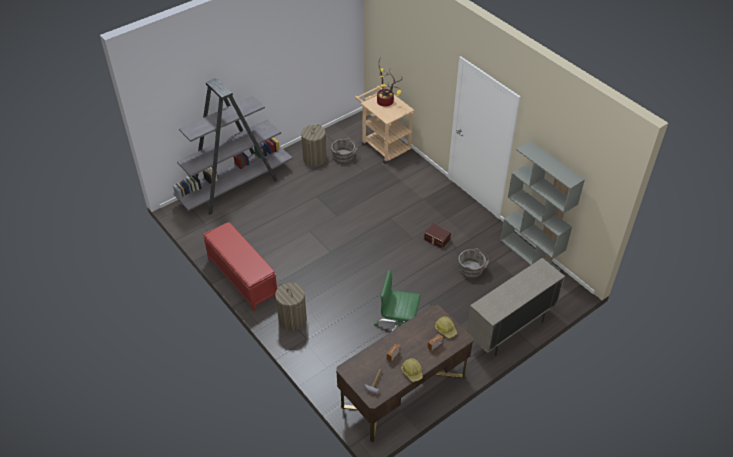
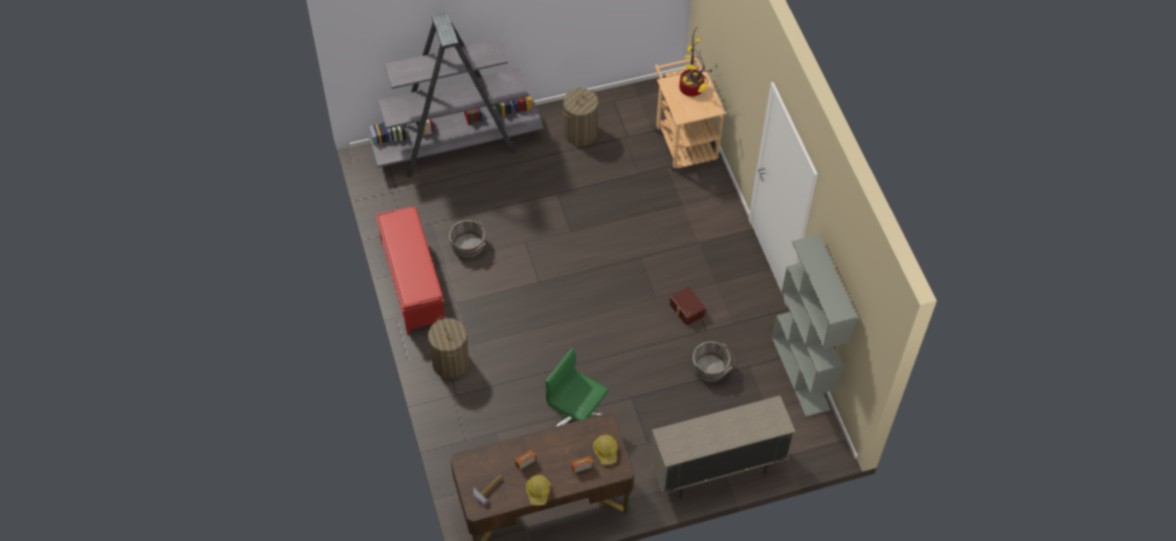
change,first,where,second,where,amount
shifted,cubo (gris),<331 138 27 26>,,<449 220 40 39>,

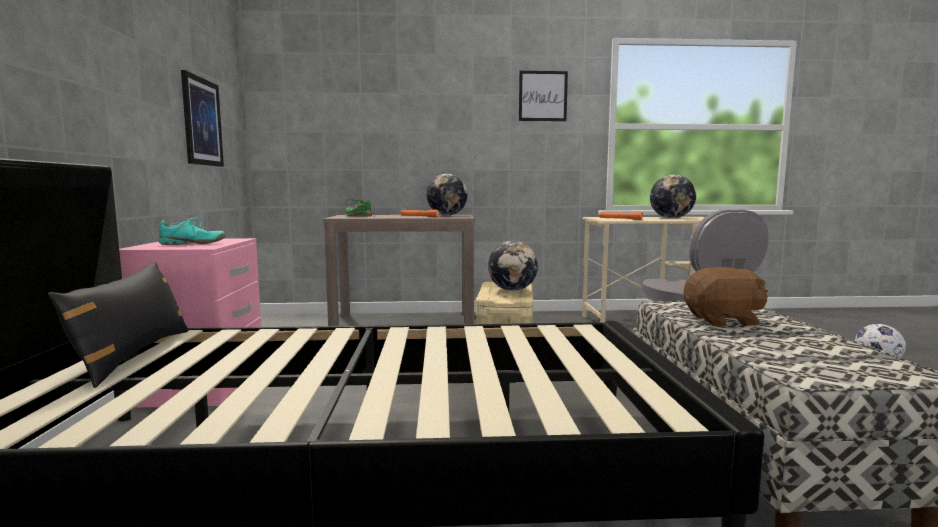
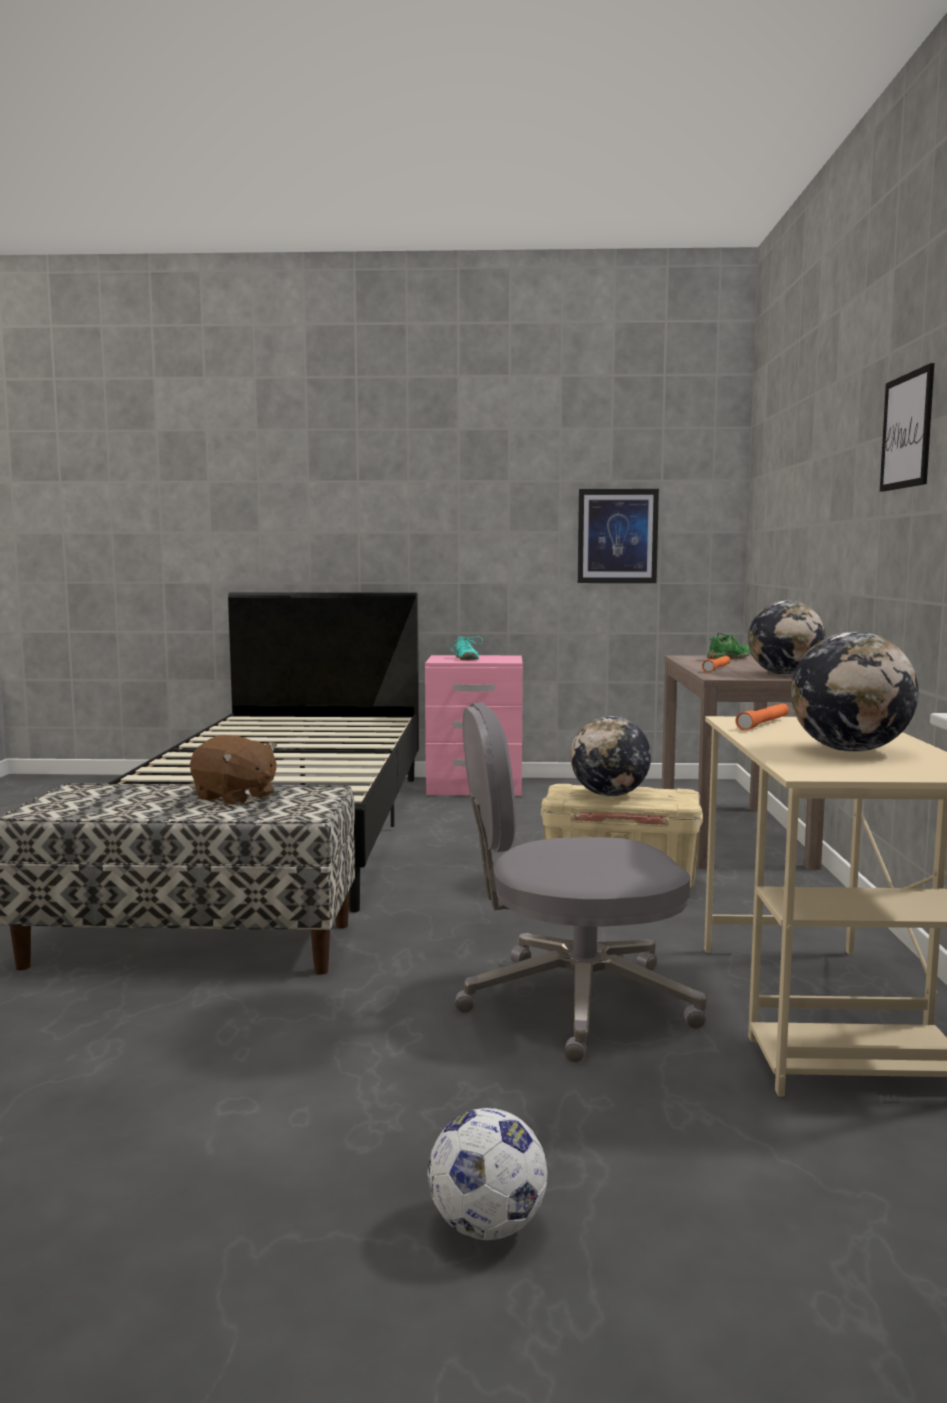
change,first,where,second,where,amount
rotated,peluche (marrón),<683 267 85 59>,,<190 735 87 70>,60 degrees counterclockwise
gone,cojín (negro),<48 262 141 126>,,,

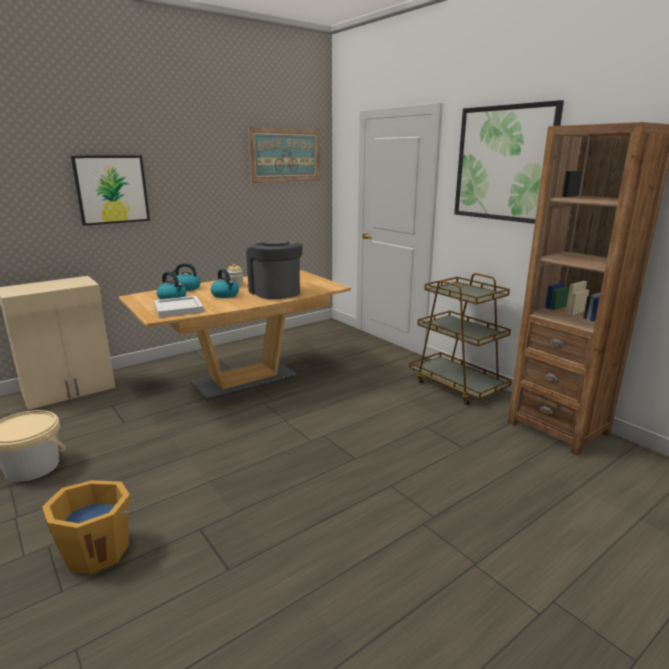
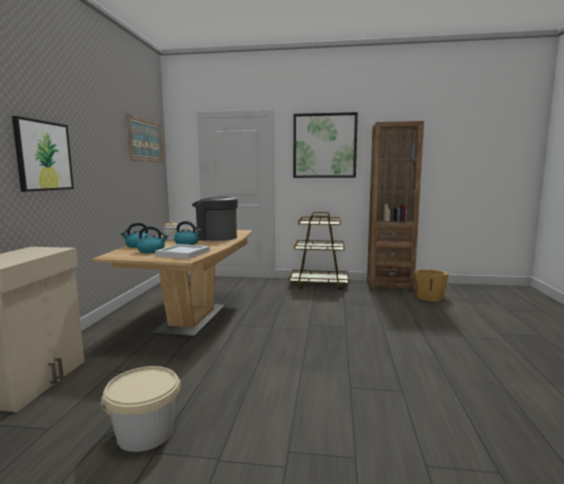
change,first,where,second,where,amount
shifted,cubo (naranja),<42 480 94 94>,,<414 269 34 33>,

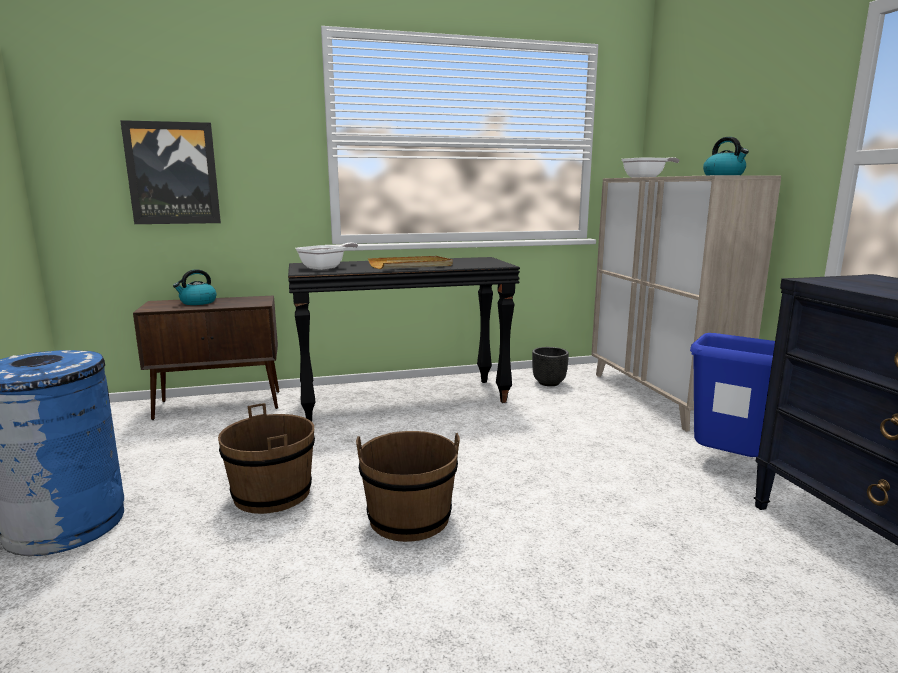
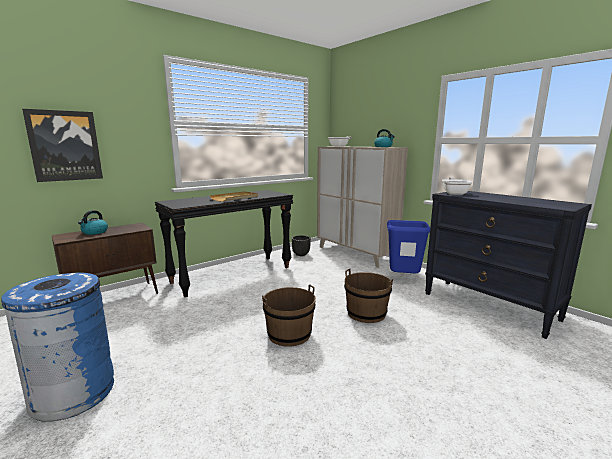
change,first,where,second,where,amount
shifted,cubo (marrón),<218 403 97 111>,,<344 268 49 55>,
shifted,sartén,<295 243 63 27>,,<442 177 30 18>,

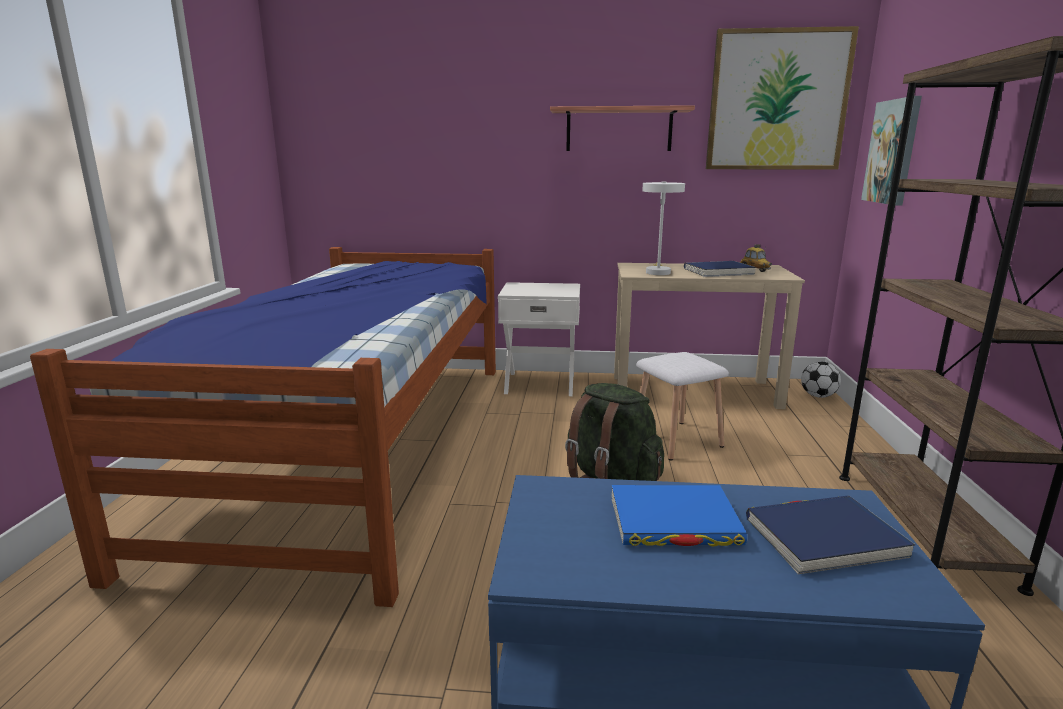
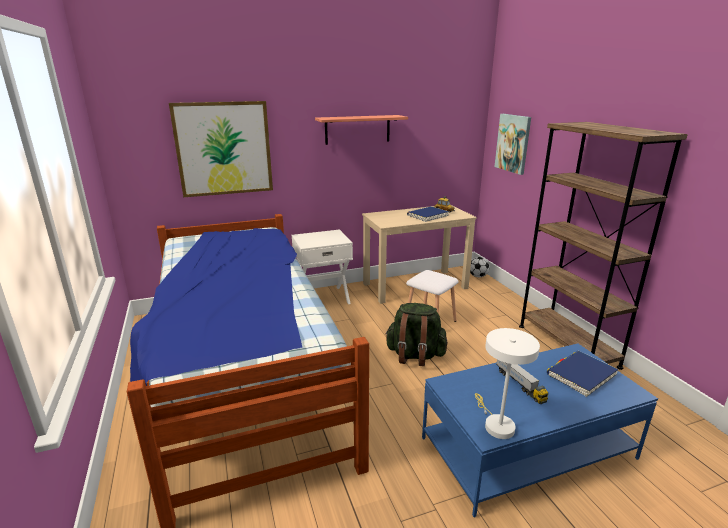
change,first,where,second,where,amount
shifted,cuadro,<706 26 153 144>,,<169 101 104 96>,
shifted,lámpara de mesa (blanco),<642 181 43 94>,,<475 328 65 111>,
swapped,libro (azul),<612 485 135 61>,camión de juguete,<496 360 53 44>,

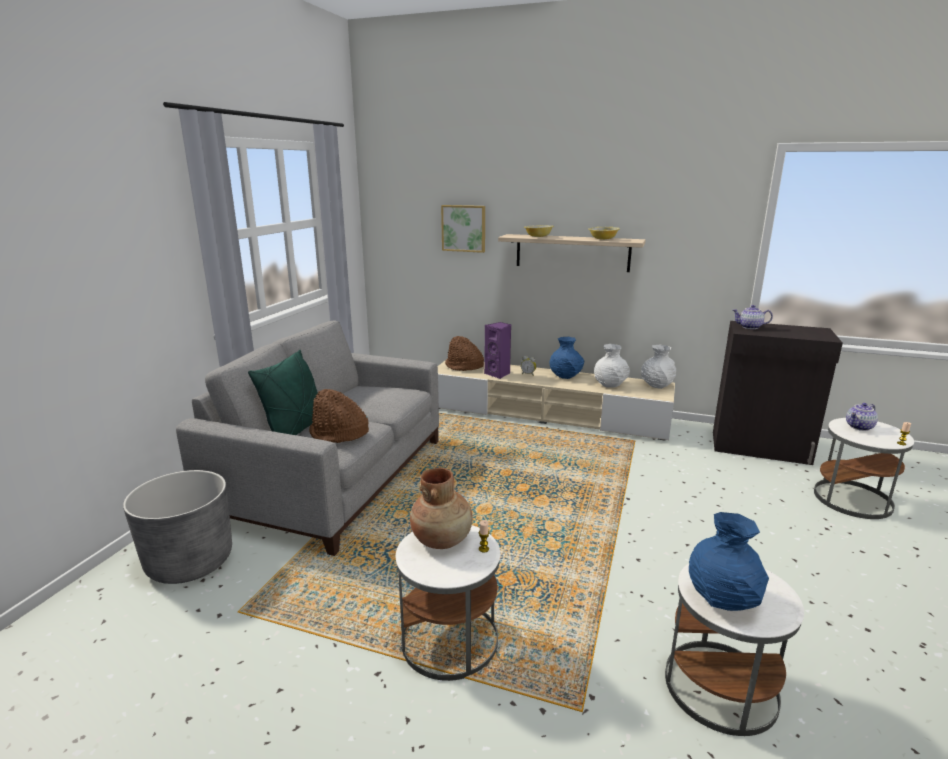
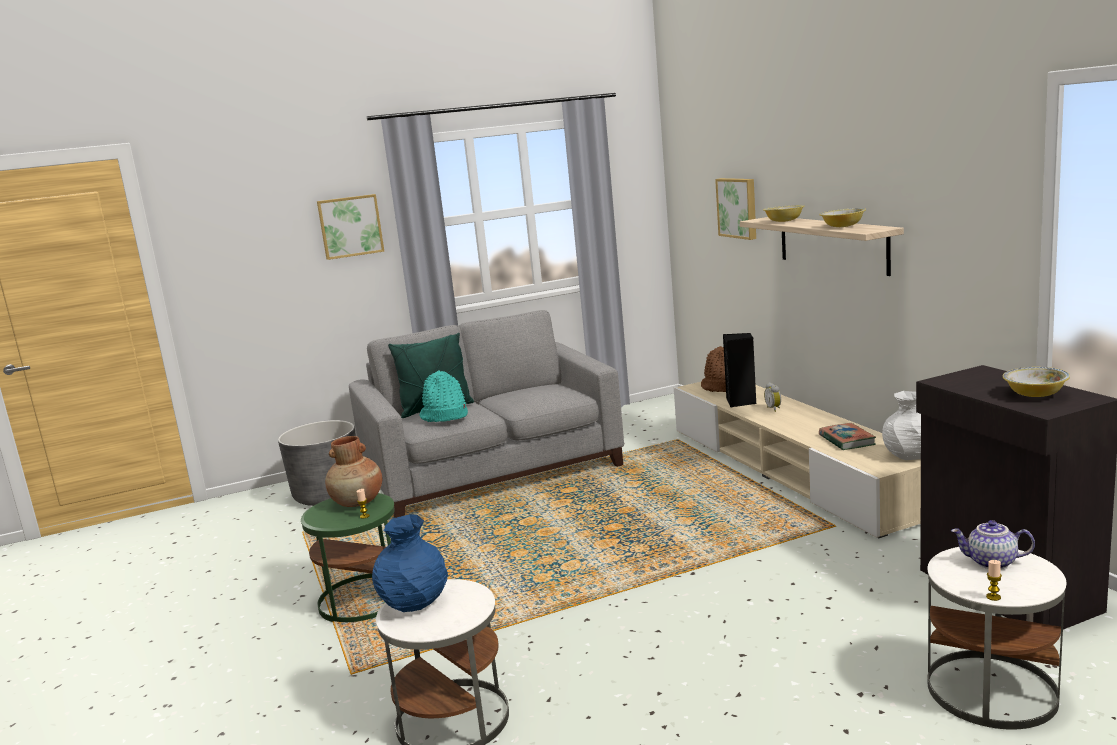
change,first,where,second,where,amount
repainted,mesa auxiliar (blanco),<396 525 104 156>,mesa auxiliar (verde),<301 493 94 129>,
new,,,cuadro,<317 194 67 66>,
repainted,sombrero (marrón),<309 389 60 54>,sombrero (turquesa),<420 370 48 52>,
repainted,altavoz (morado),<484 322 27 57>,altavoz (negro),<723 333 34 74>,
swapped,florero (blanco),<594 344 36 44>,libro,<819 423 57 27>,
new,,,cuenco,<1003 367 67 30>,
gone,florero (azul),<550 337 34 42>,,,
gone,tetera,<733 305 40 24>,,,

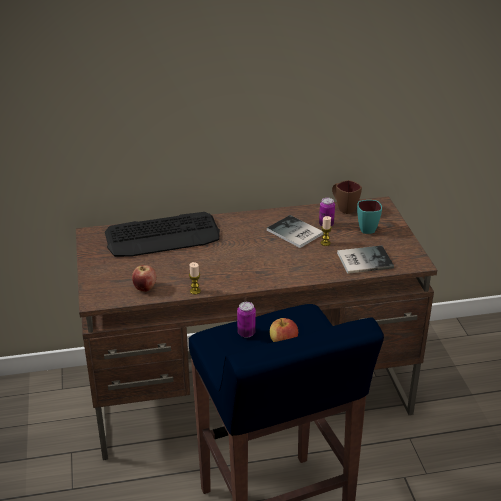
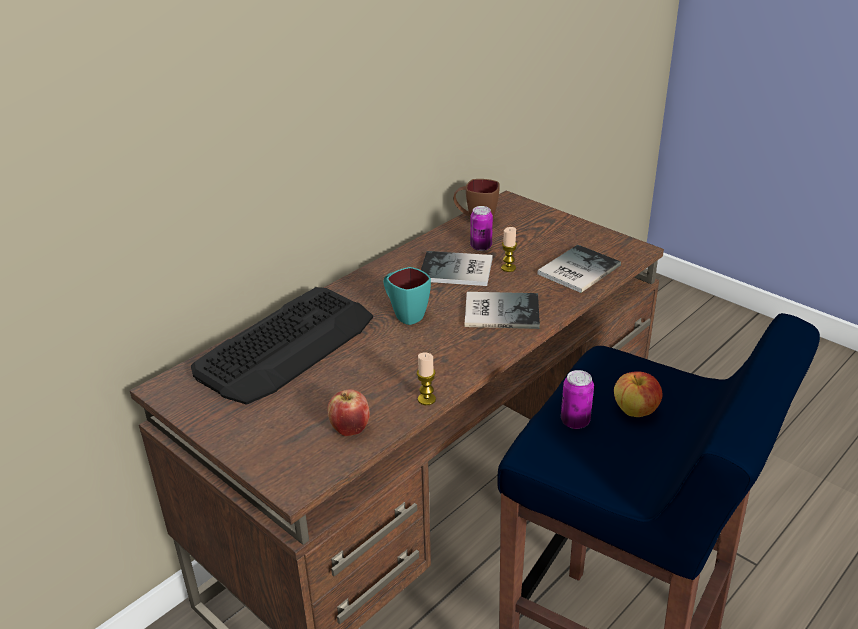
change,first,where,second,where,amount
shifted,taza grande (turquesa),<357 200 25 34>,,<384 267 47 58>,
new,,,libro,<465 292 75 37>,

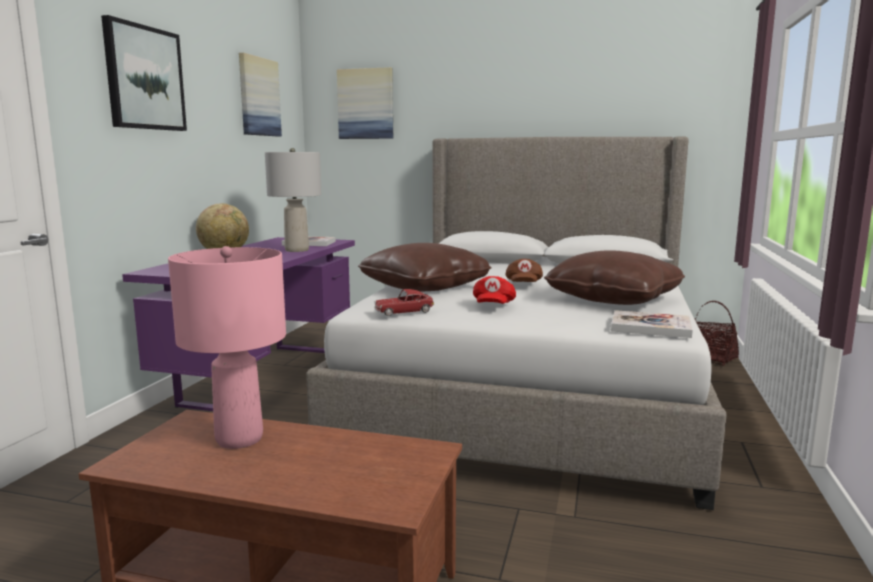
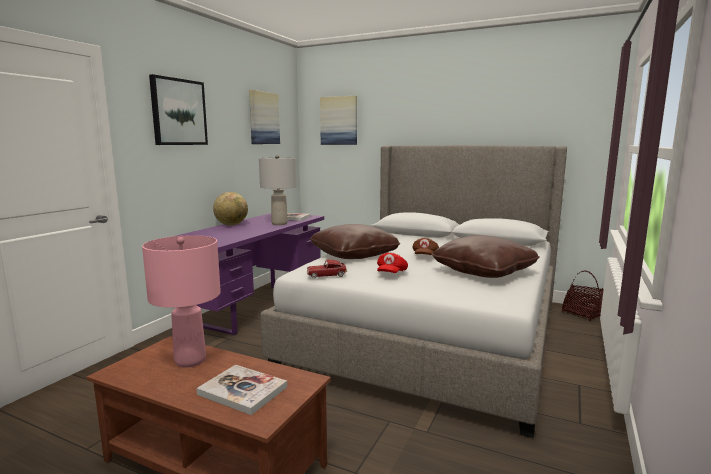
change,first,where,second,where,amount
shifted,libro,<611 310 82 28>,,<196 365 91 50>,

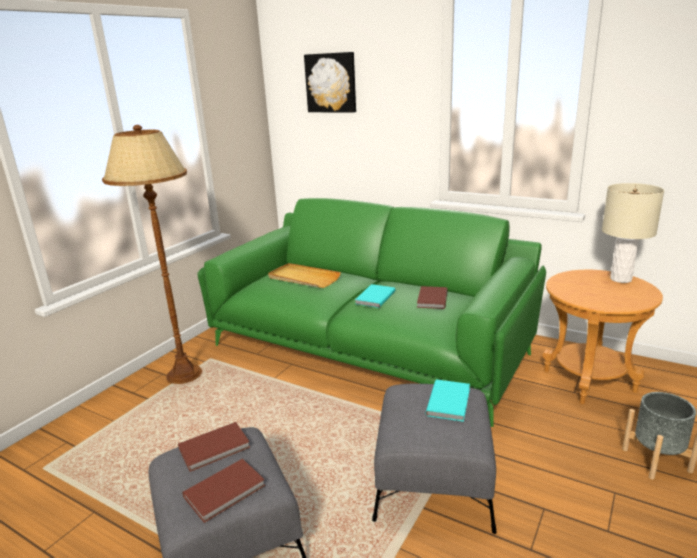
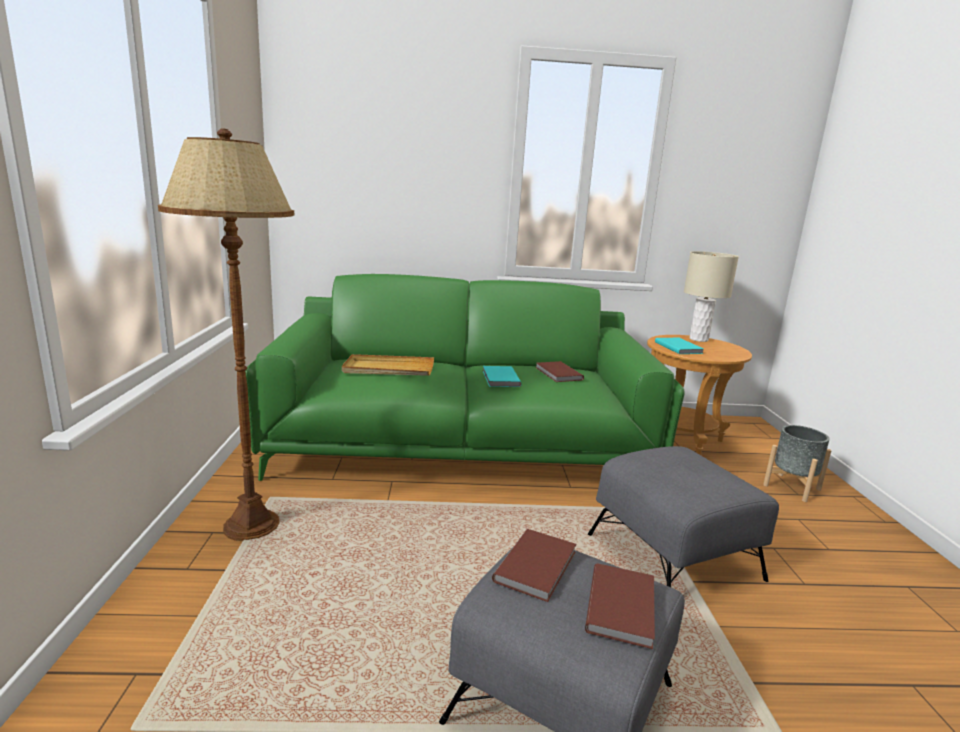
change,first,where,second,where,amount
shifted,libro (turquesa),<426 379 44 43>,,<655 338 49 16>,
gone,cuadro,<304 52 52 61>,,,

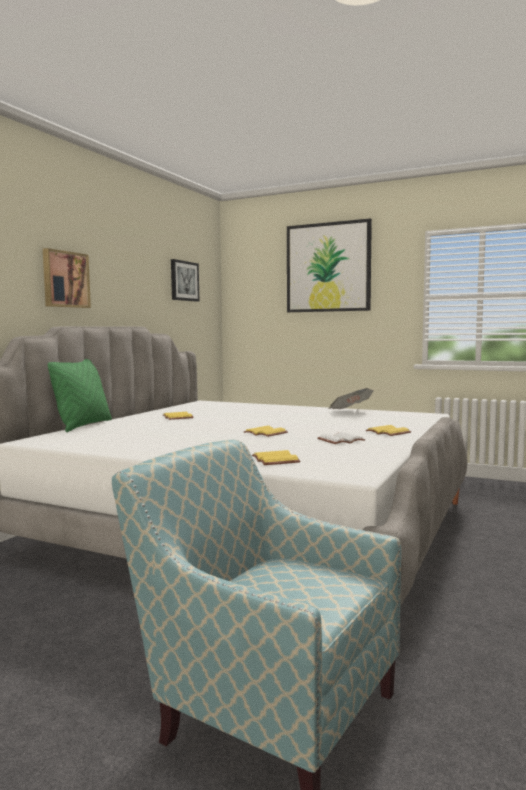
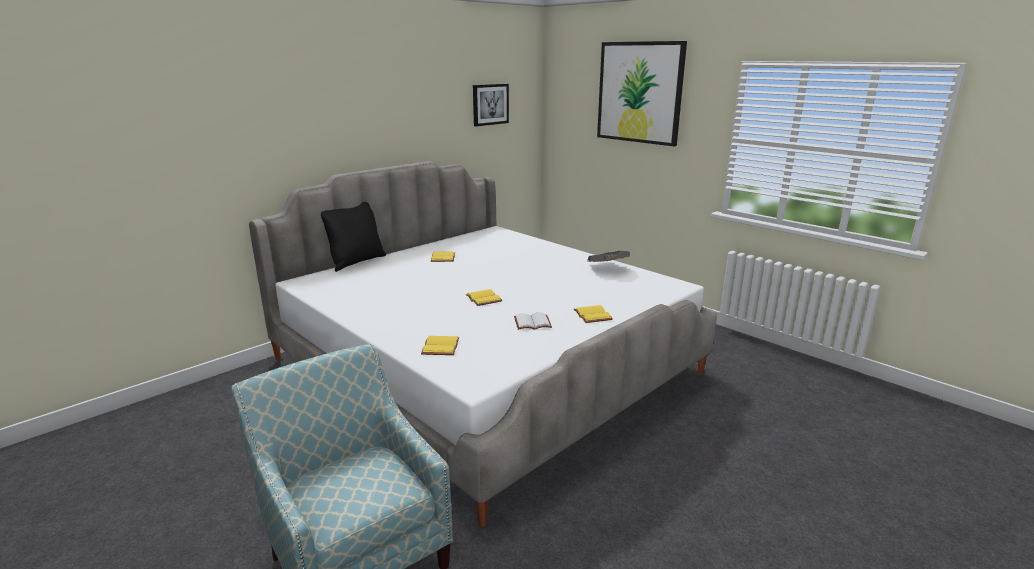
change,first,where,second,where,amount
repainted,cojín (verde),<48 359 64 73>,cojín (negro),<321 202 65 70>,
gone,cuadro,<43 248 48 60>,,,

